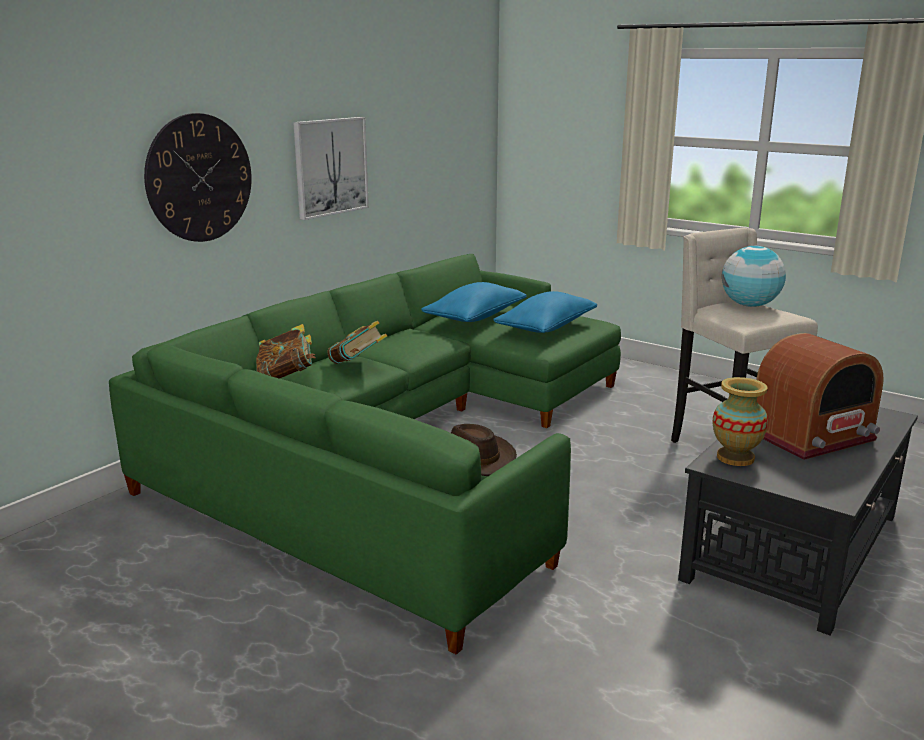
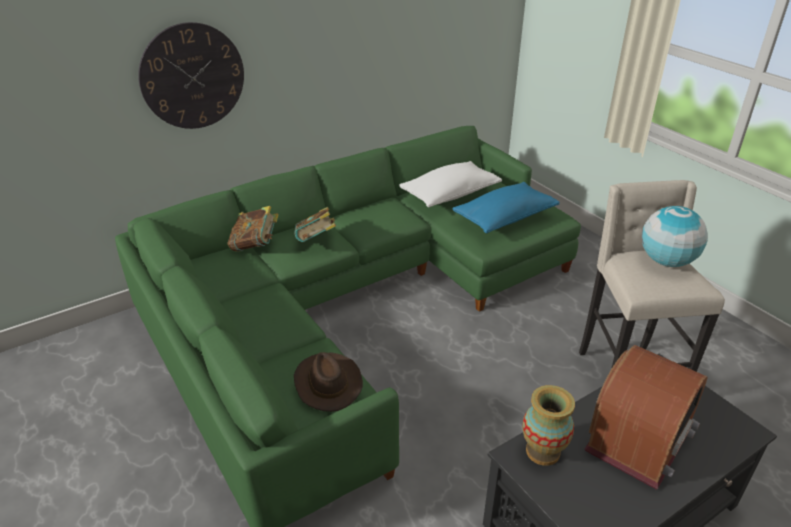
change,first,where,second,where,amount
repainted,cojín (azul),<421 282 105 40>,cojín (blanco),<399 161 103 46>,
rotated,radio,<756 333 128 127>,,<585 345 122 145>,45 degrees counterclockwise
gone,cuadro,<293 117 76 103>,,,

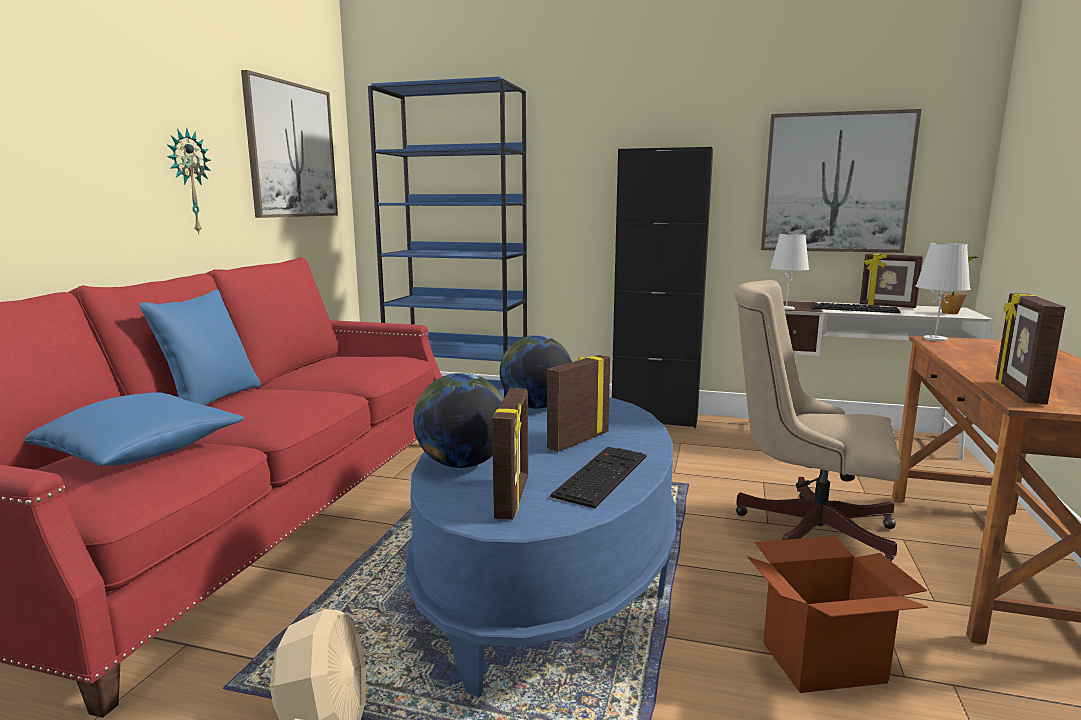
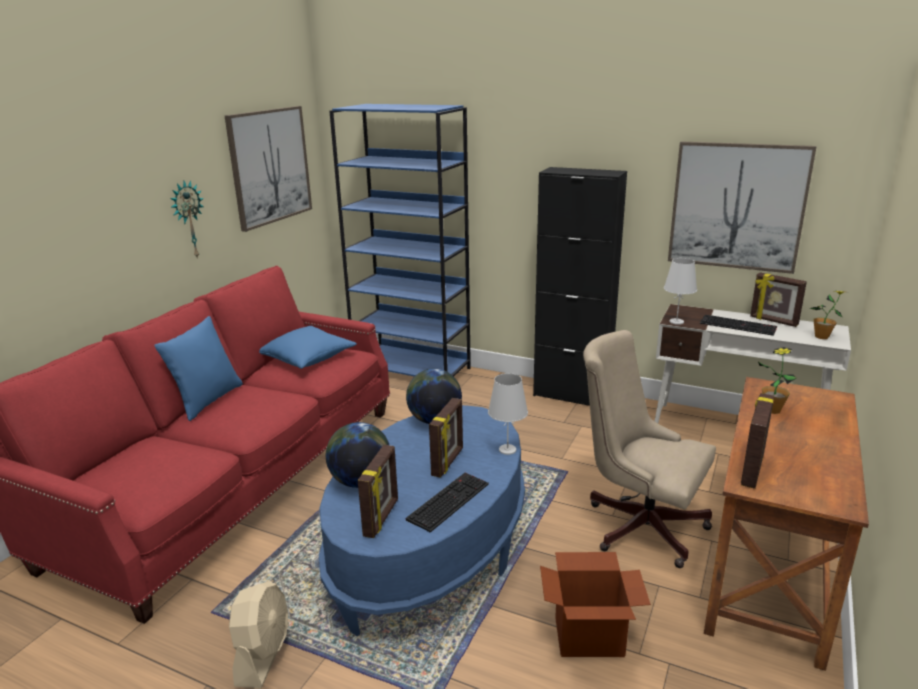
change,first,where,second,where,amount
shifted,cojín (azul),<25 392 219 74>,,<259 326 98 43>,
rotated,portarretratos,<547 355 63 97>,,<429 398 34 80>,150 degrees clockwise
shifted,lámpara de mesa (blanco),<915 243 56 98>,,<488 373 40 82>,
new,,,planta en maceta,<758 347 39 67>,

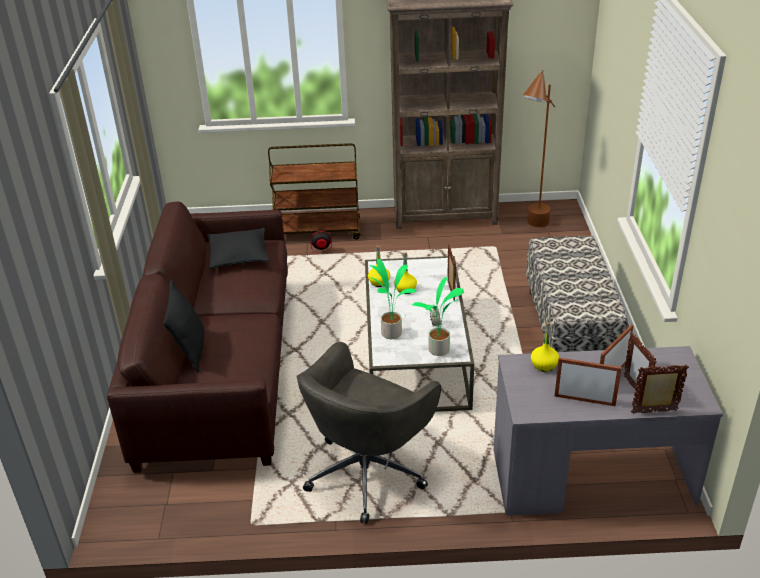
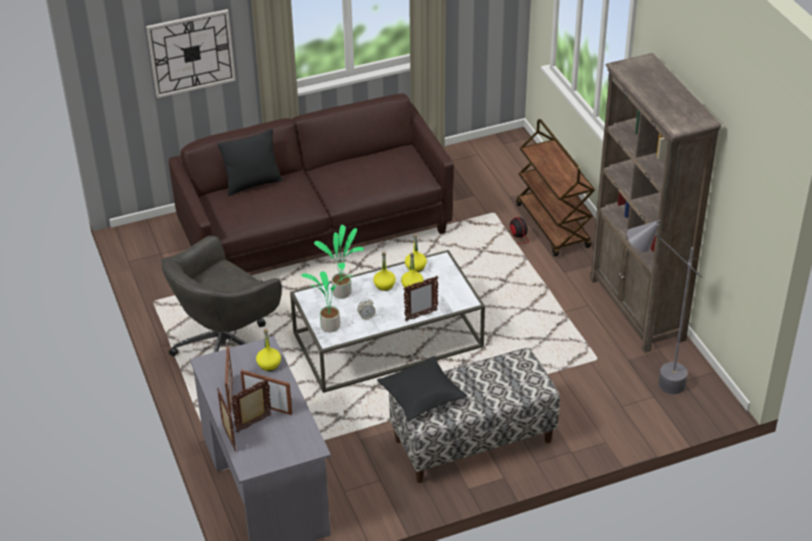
change,first,where,second,where,amount
new,,,reloj de pared,<146 9 90 89>,
rotated,silla de oficina (gris),<297 342 144 182>,,<161 236 121 120>,60 degrees counterclockwise
new,,,botella (amarillo),<373 252 23 39>,
shifted,cojín (negro),<207 228 63 41>,,<377 356 90 65>,
repainted,lámpara de pie (marrón),<522 70 33 157>,lámpara de pie (gris),<627 220 75 174>,

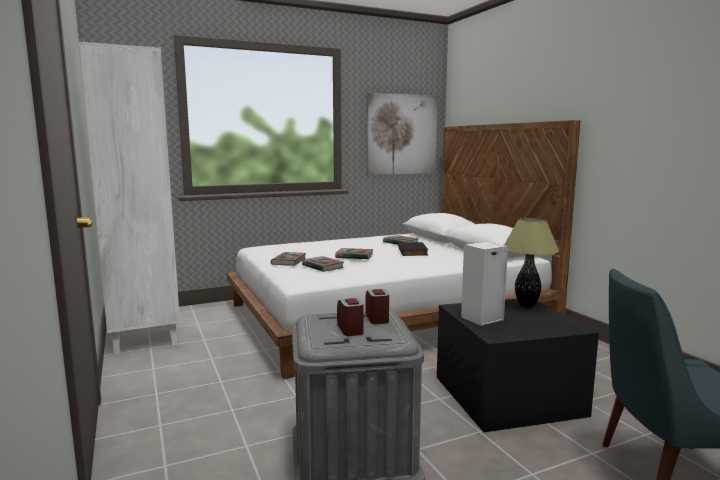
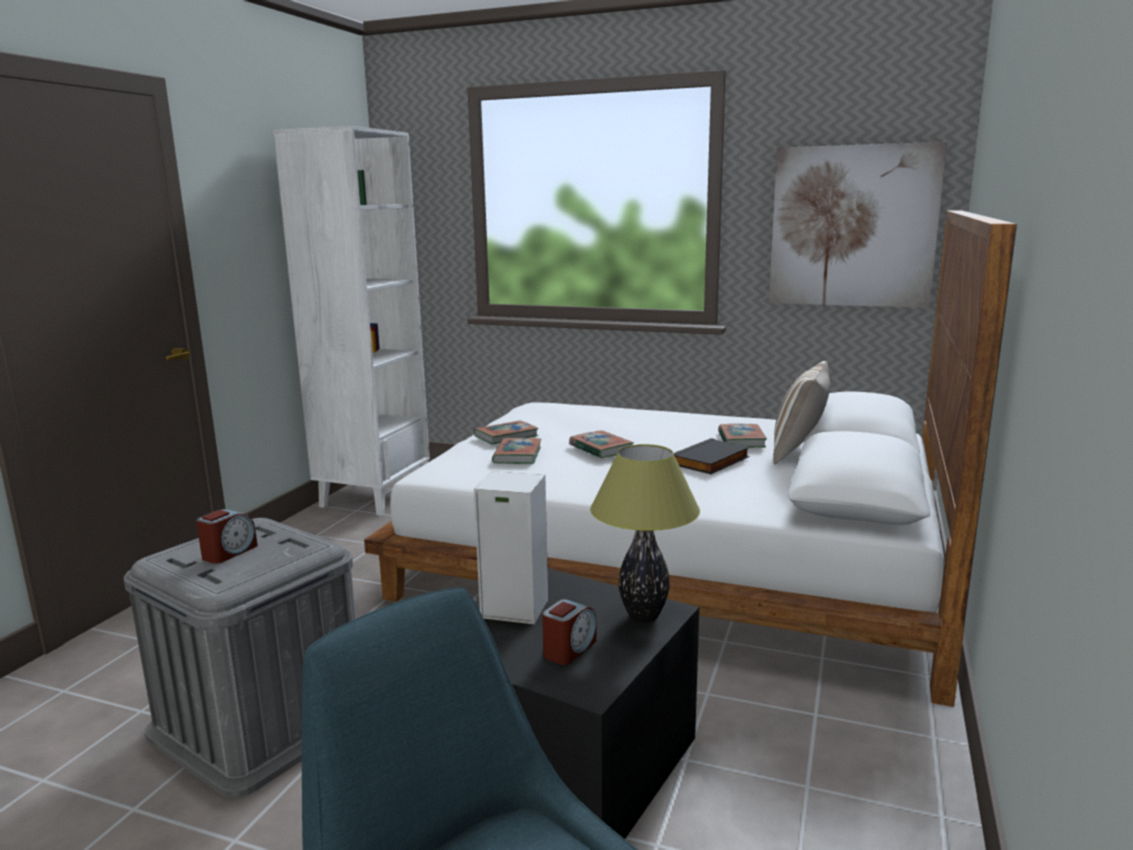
change,first,where,second,where,amount
shifted,despertador,<365 289 24 35>,,<542 599 55 66>,
new,,,cojín,<773 361 57 103>,

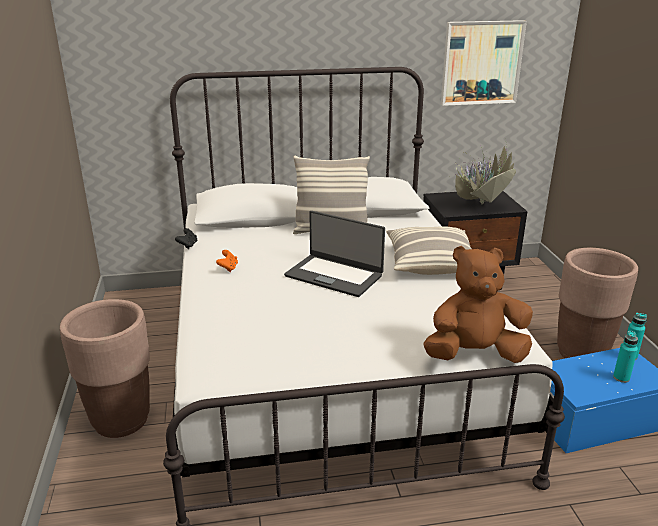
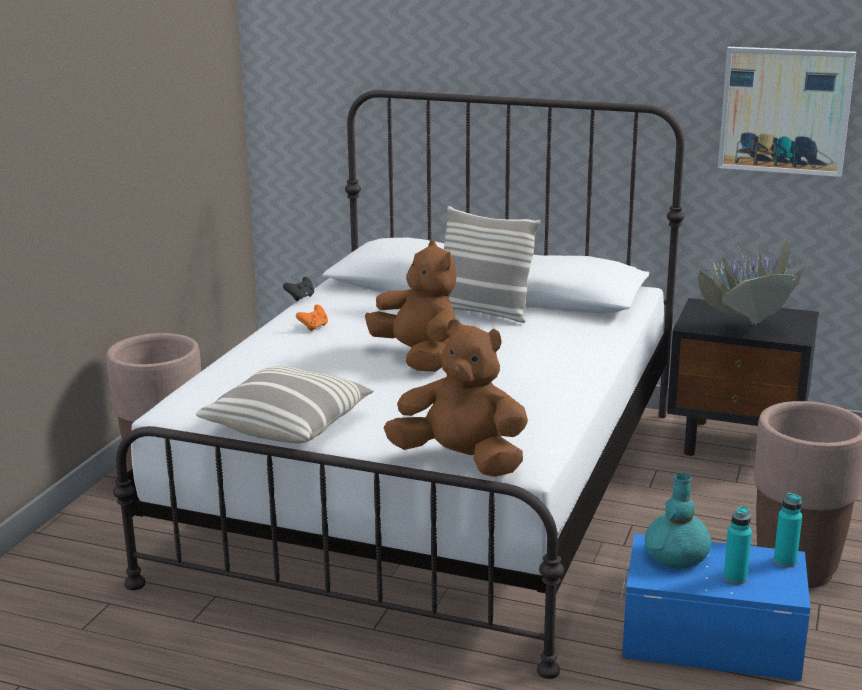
change,first,where,second,where,amount
shifted,cojín,<386 226 85 49>,,<196 366 179 77>,
swapped,portátil,<284 211 101 86>,peluche (marrón),<365 240 92 132>,
new,,,florero (turquesa),<645 473 67 96>,

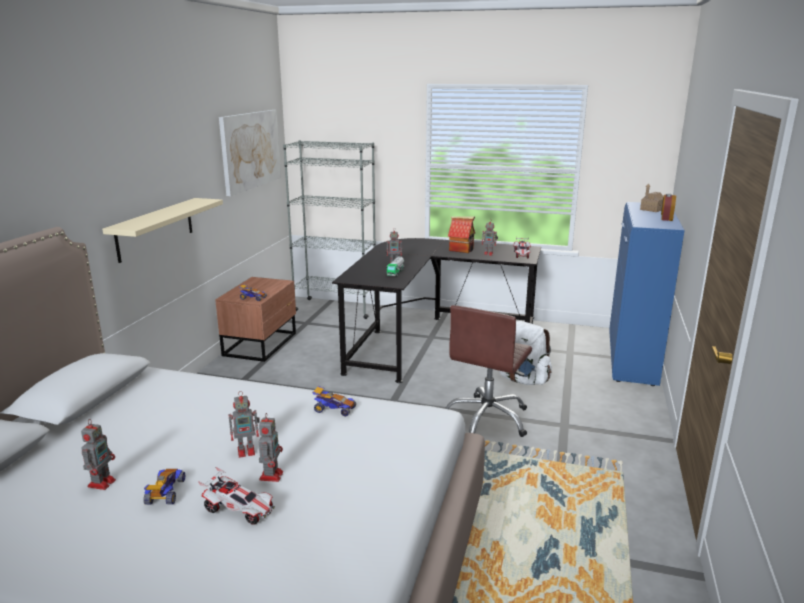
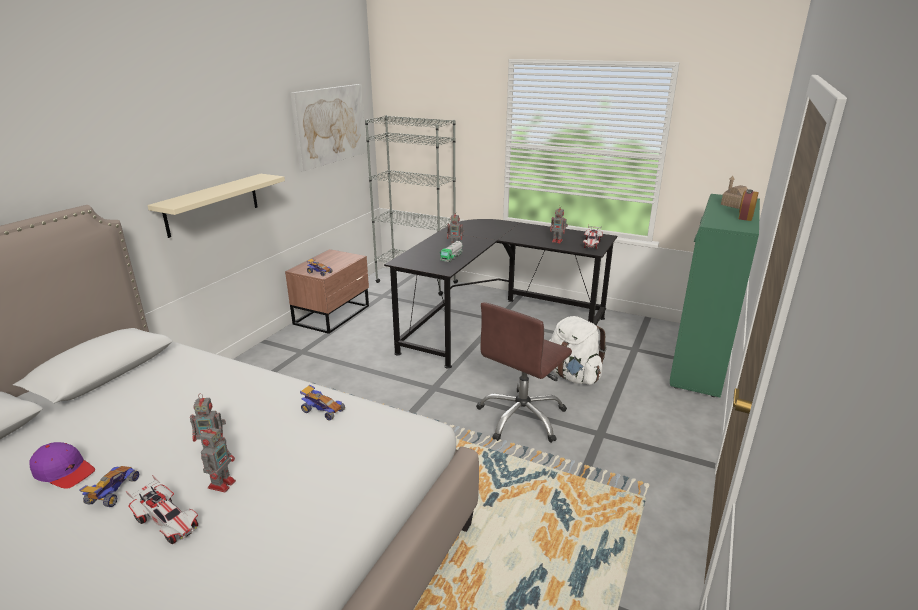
change,first,where,second,where,amount
swapped,robot de juguete,<81 419 35 71>,gorra (morado),<29 442 66 47>,
repainted,armario (azul),<609 202 76 184>,armario (verde),<670 194 90 204>,
gone,casita,<448 216 27 37>,,,

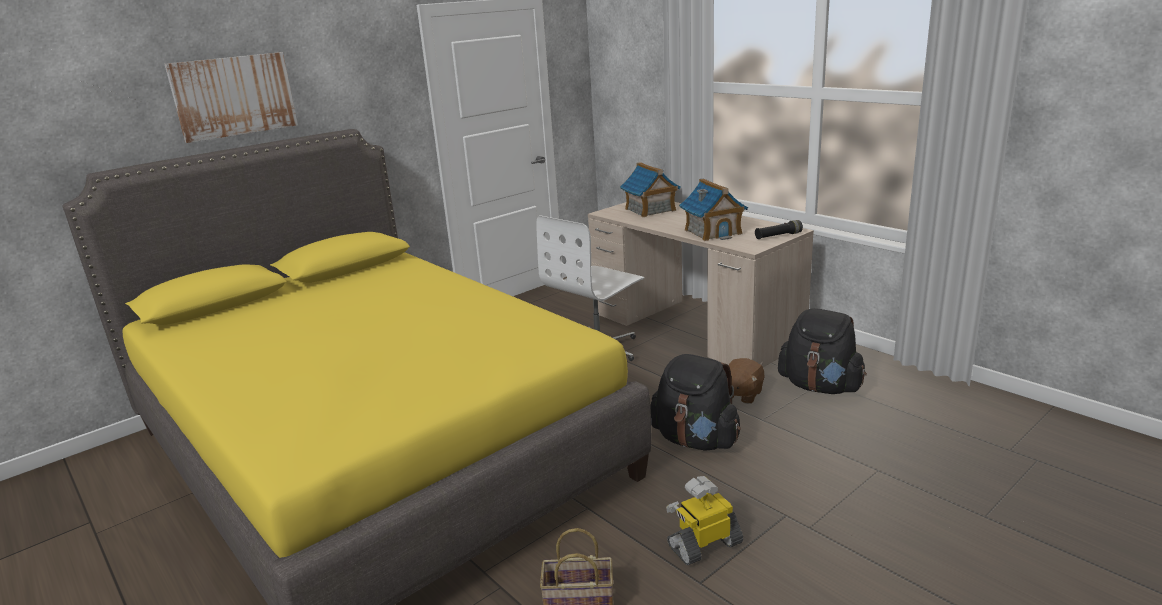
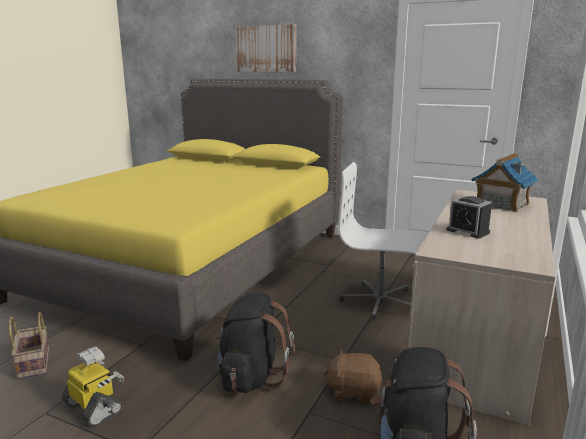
change,first,where,second,where,amount
swapped,casita,<679 178 69 63>,despertador,<447 196 45 43>,
gone,linterna (negro),<755 220 48 19>,,,

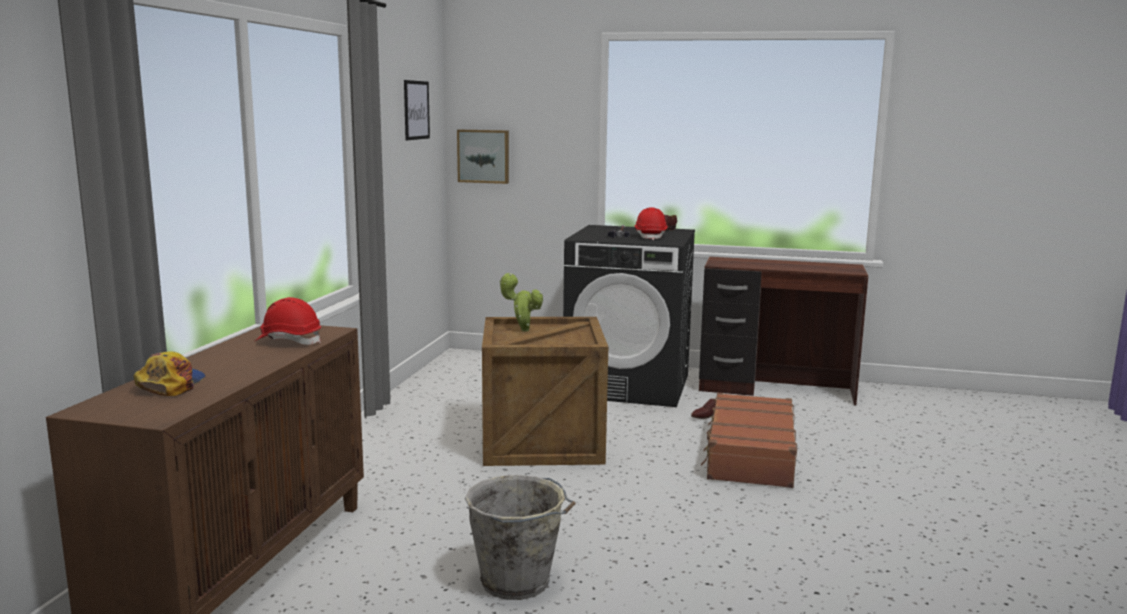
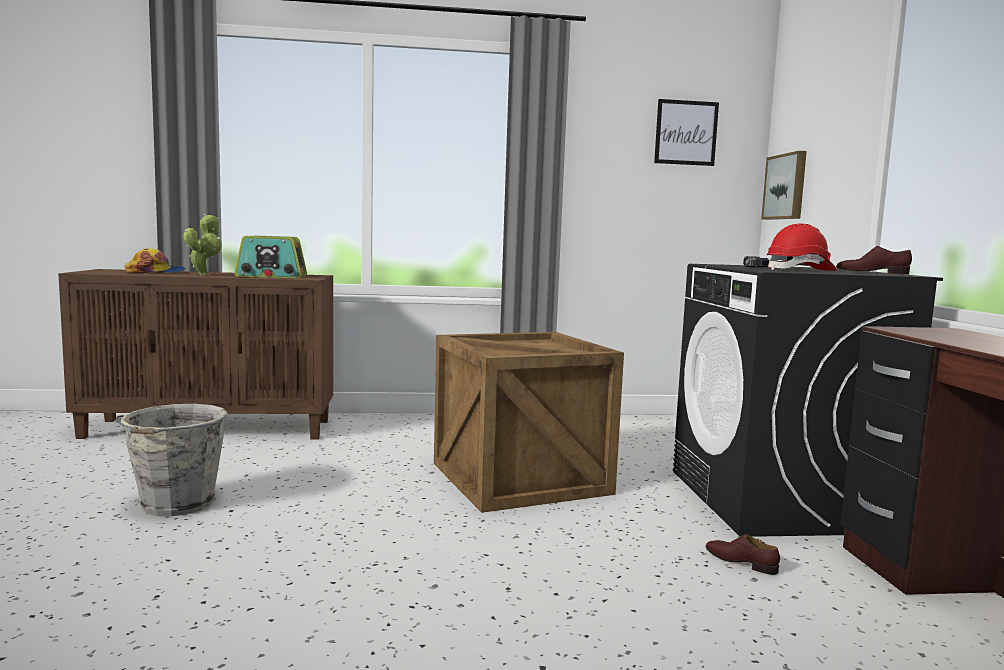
change,first,where,second,where,amount
shifted,planta en maceta,<499 273 44 58>,,<184 214 38 61>,
swapped,casco (rojo),<255 297 66 48>,radio,<235 236 72 42>,
gone,maleta (marrón),<701 393 96 95>,,,

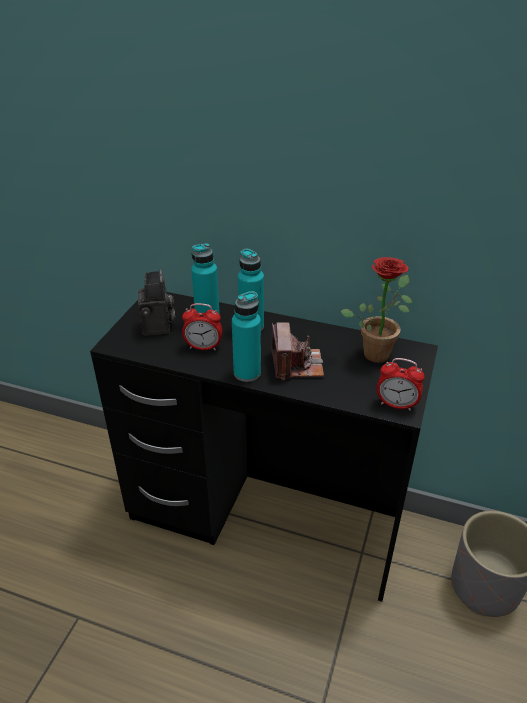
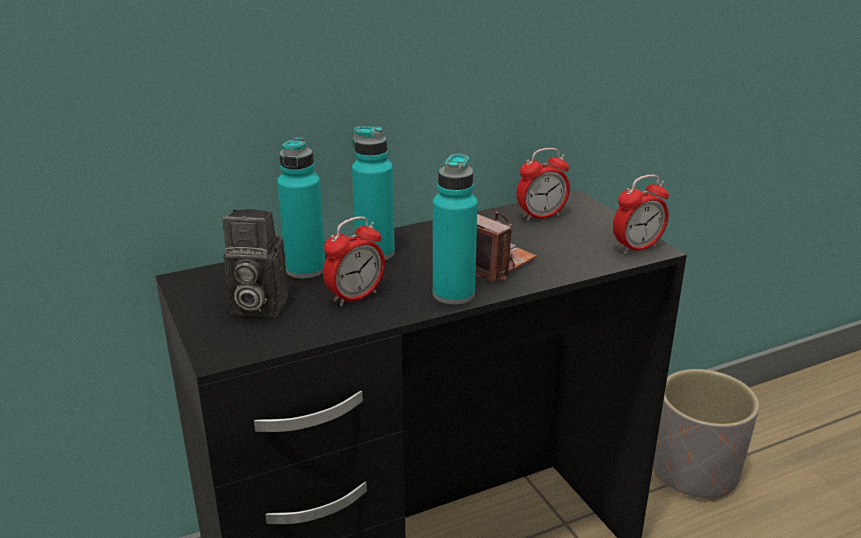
change,first,where,second,where,amount
rotated,cámara,<138 269 37 67>,,<222 209 66 108>,150 degrees clockwise
swapped,planta en maceta,<341 257 71 106>,despertador,<516 148 54 73>,

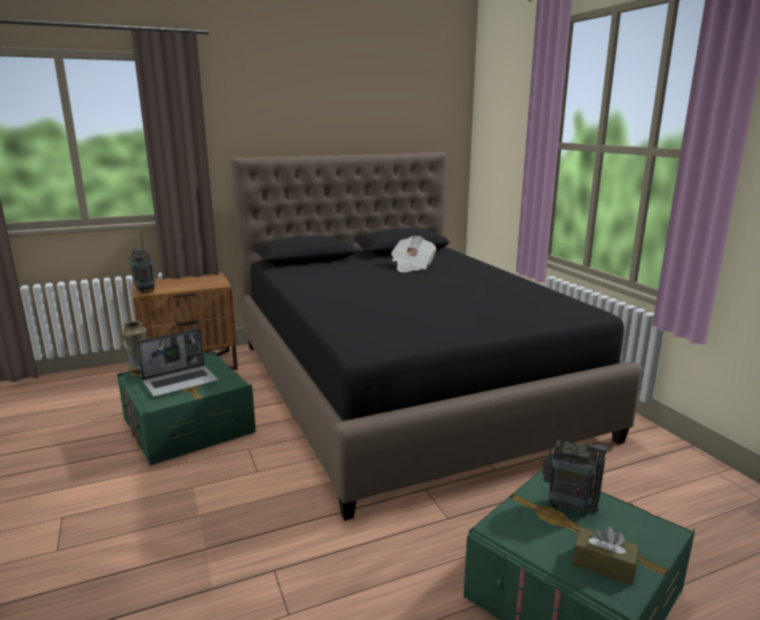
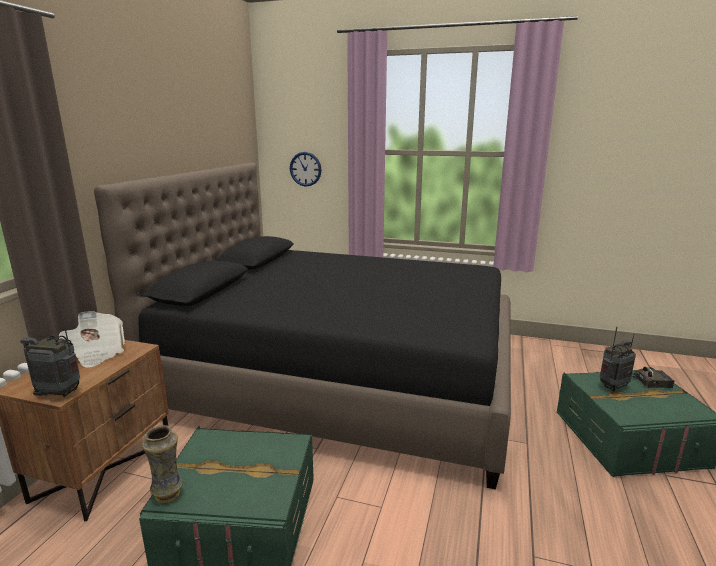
change,first,where,second,where,amount
shifted,periódico,<391 236 45 36>,,<59 311 66 57>,
new,,,reloj de pared,<290 152 31 35>,
new,,,radio,<630 335 44 53>,
gone,portátil,<137 328 81 69>,,,
gone,caja de pañuelos (marrón),<572 526 67 59>,,,

